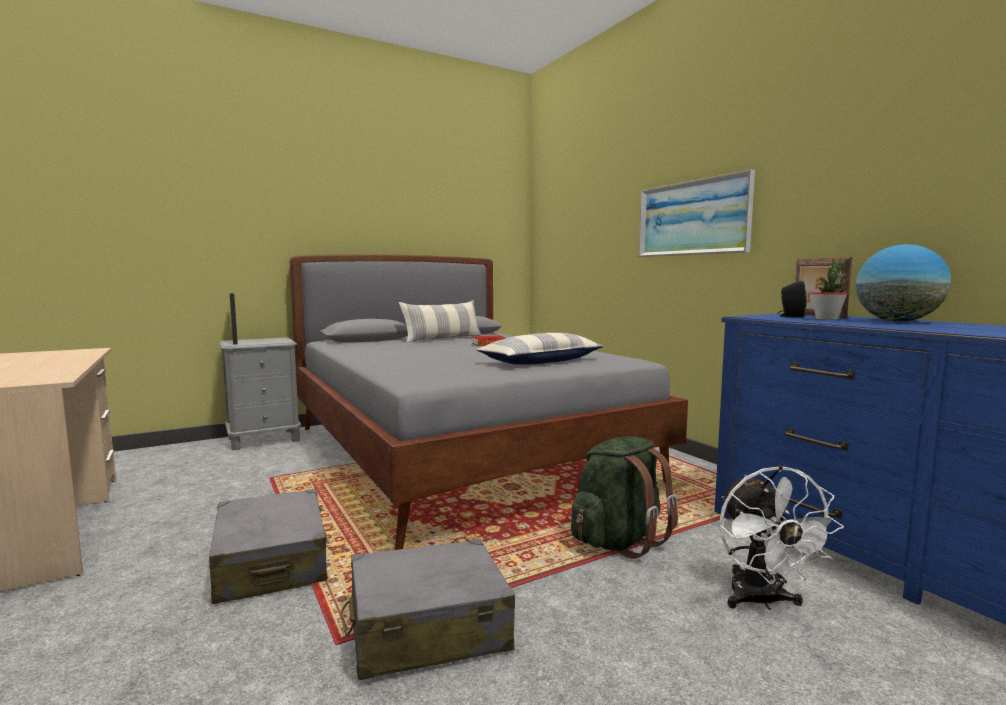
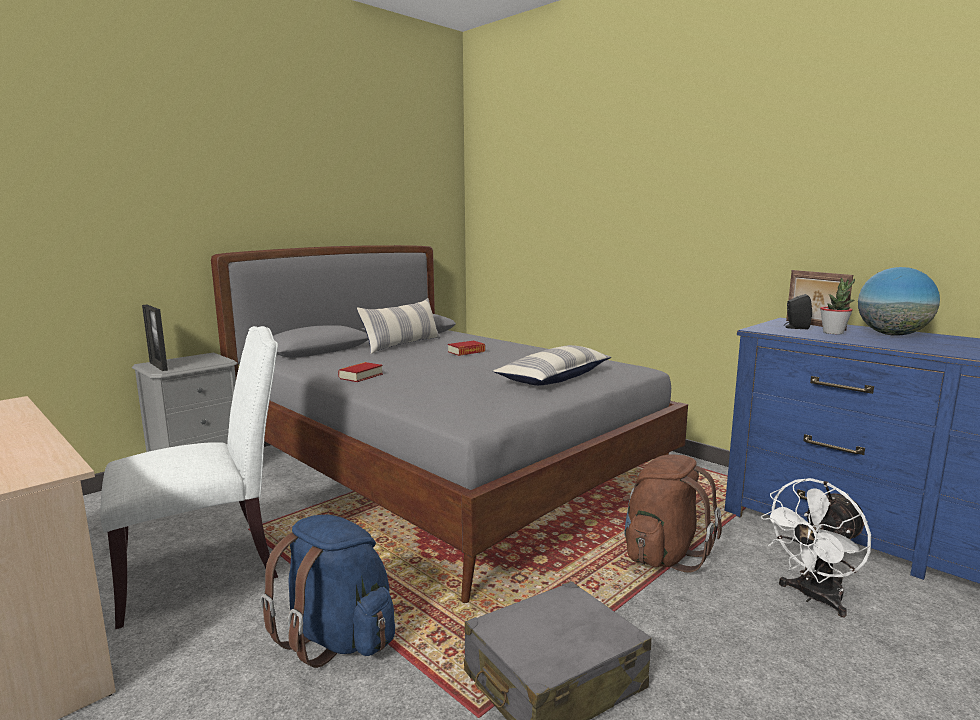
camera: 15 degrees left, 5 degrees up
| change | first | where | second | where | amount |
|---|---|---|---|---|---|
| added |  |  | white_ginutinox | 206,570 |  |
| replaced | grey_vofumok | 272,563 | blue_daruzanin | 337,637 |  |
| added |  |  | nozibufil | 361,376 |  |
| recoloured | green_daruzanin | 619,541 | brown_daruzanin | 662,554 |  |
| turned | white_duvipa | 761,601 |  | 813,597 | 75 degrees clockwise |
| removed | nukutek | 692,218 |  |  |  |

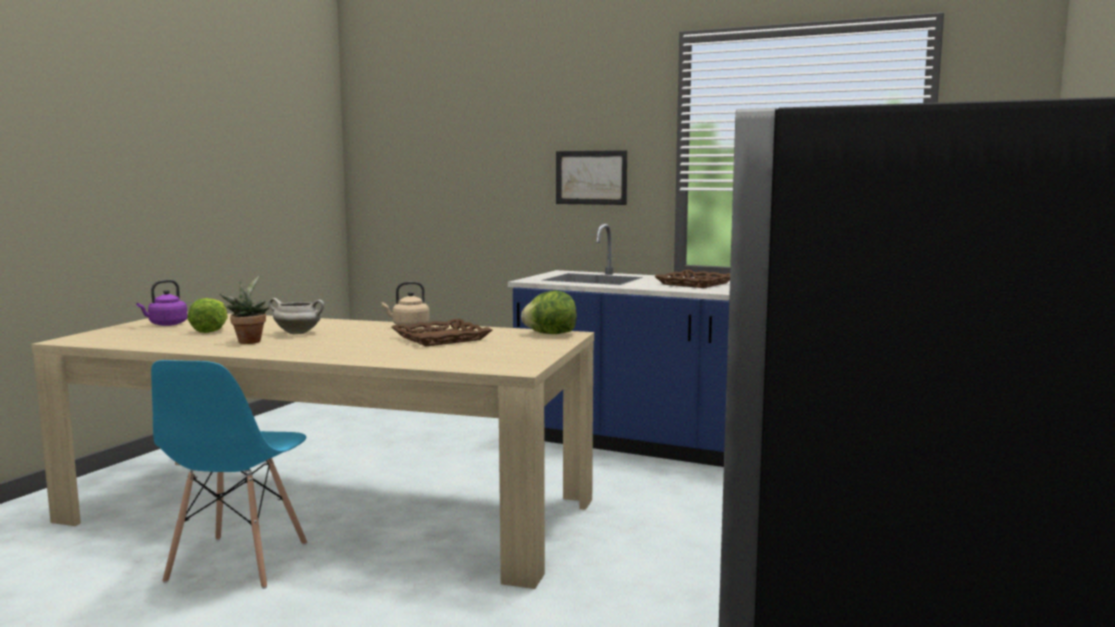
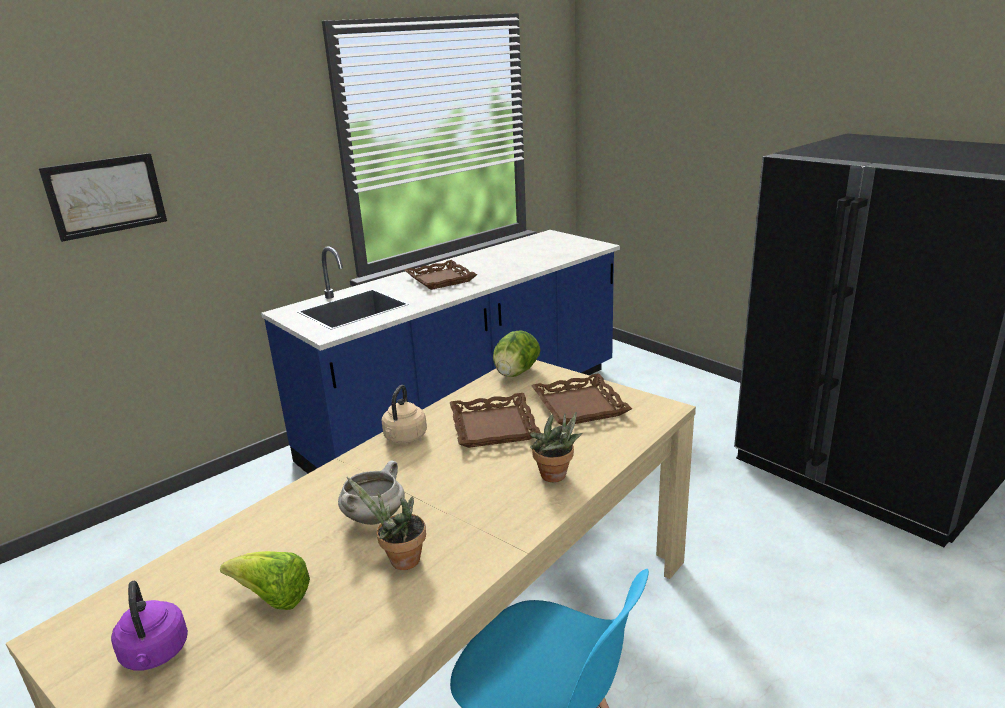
camera: 65 degrees left, 15 degrees up
| change | first | where | second | where | amount |
|---|---|---|---|---|---|
| moved | nukutek | 591,177 |  | 106,196 |  |
| added |  |  | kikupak | 556,477 |  |
| added |  |  | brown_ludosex | 580,406 |  |

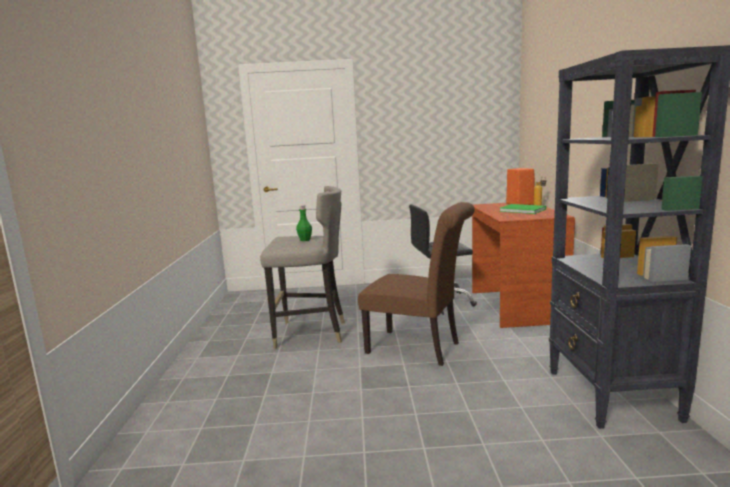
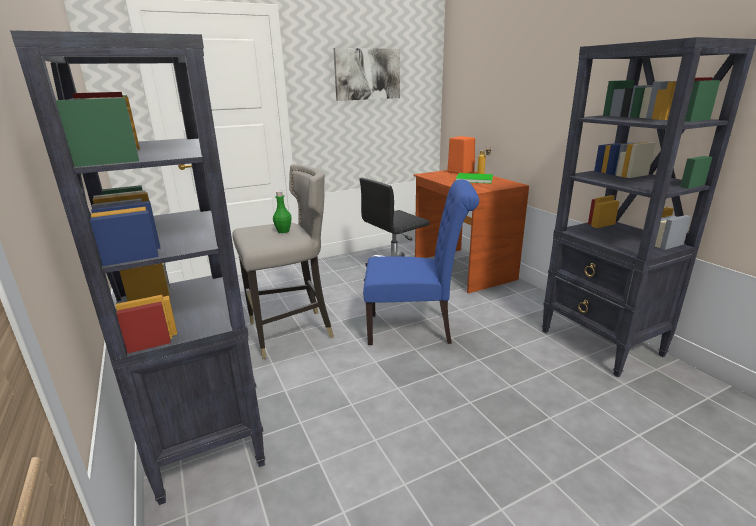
camera: 25 degrees left, 10 degrees up
| change | first | where | second | where | amount |
|---|---|---|---|---|---|
| added |  |  | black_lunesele | 206,439 |  |
| added |  |  | nukutek | 367,74 |  |
| recoloured | brown_ginutinox | 418,348 | blue_ginutinox | 415,329 |  |

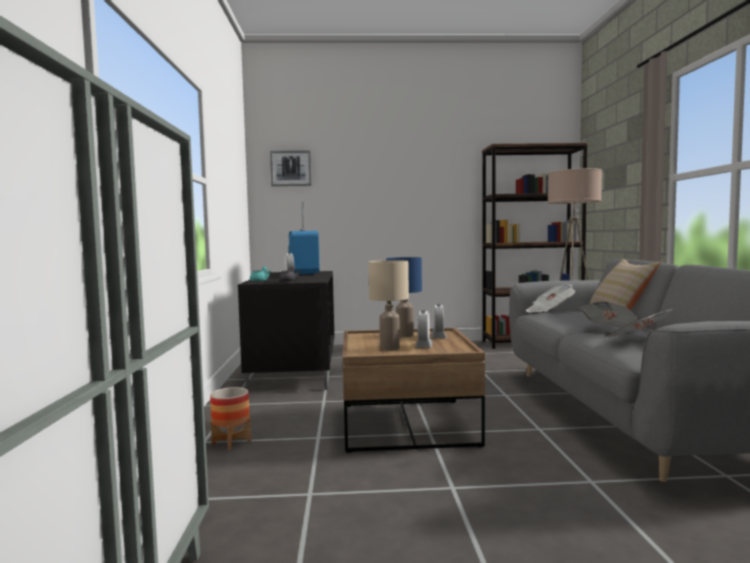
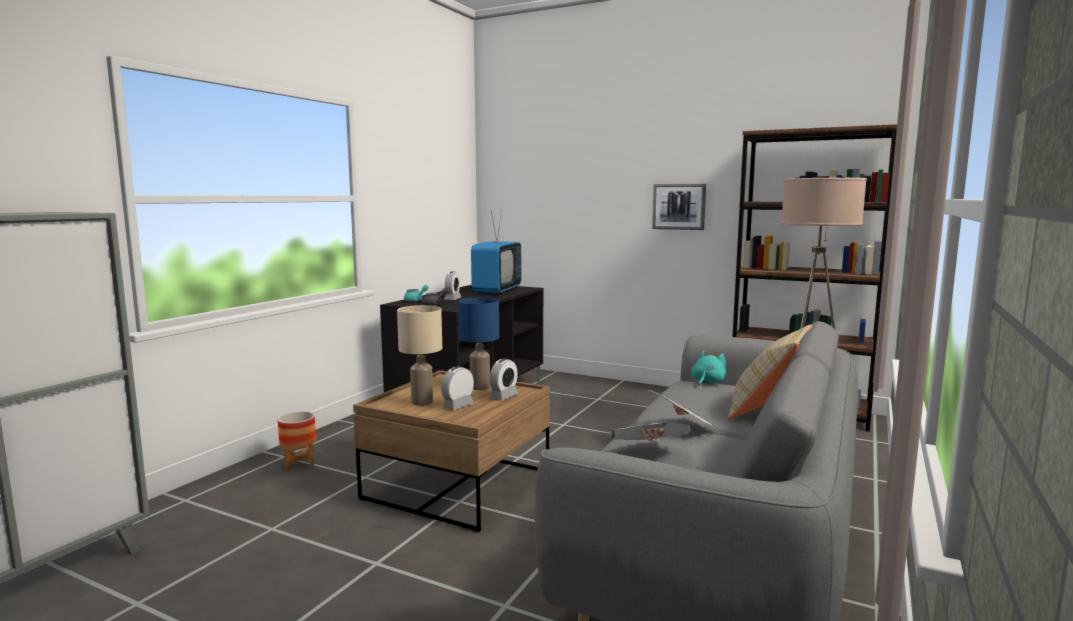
camera: 30 degrees right, 5 degrees up
| change | first | where | second | where | amount |
|---|---|---|---|---|---|
| moved | nukutek | 291,168 |  | 679,206 |  |
| replaced | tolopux | 549,311 | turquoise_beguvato | 707,382 |  |

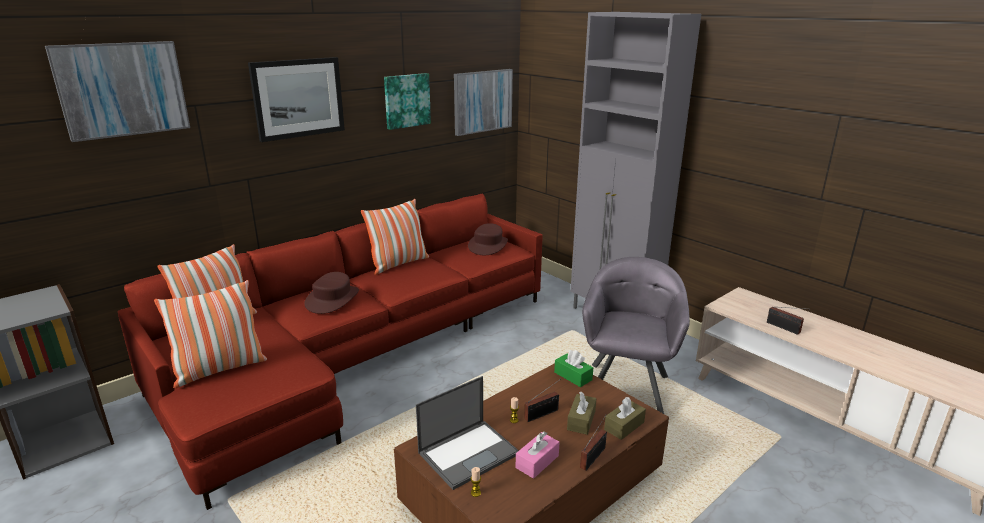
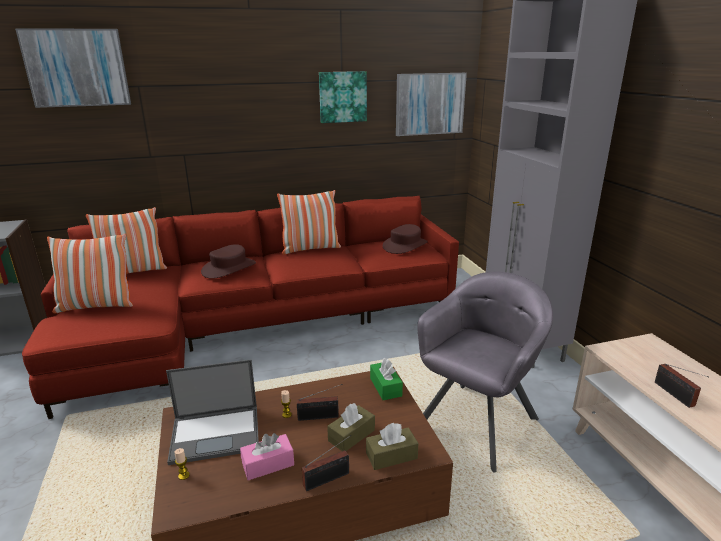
camera: 25 degrees right, 0 degrees up
| change | first | where | second | where | amount |
|---|---|---|---|---|---|
| removed | nukutek | 298,98 |  |  |  |

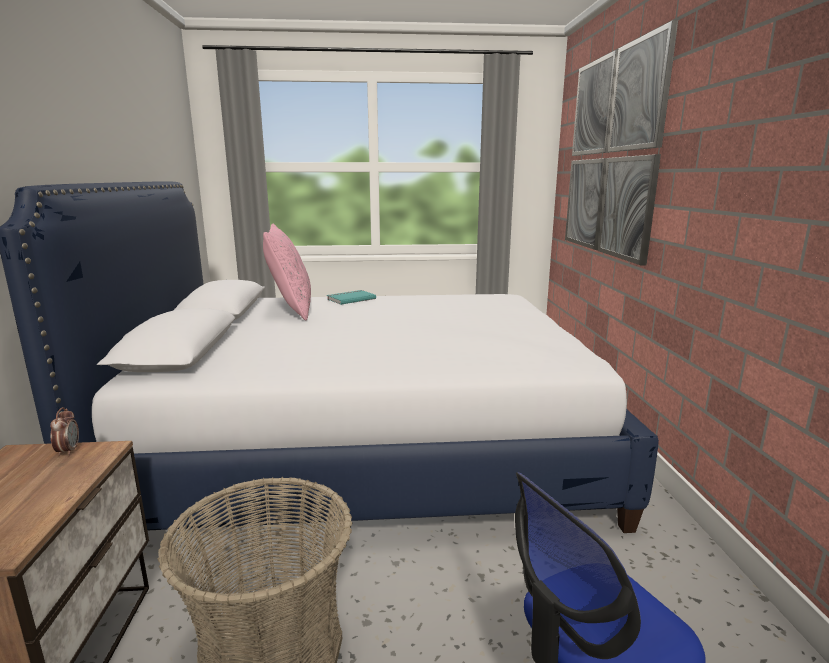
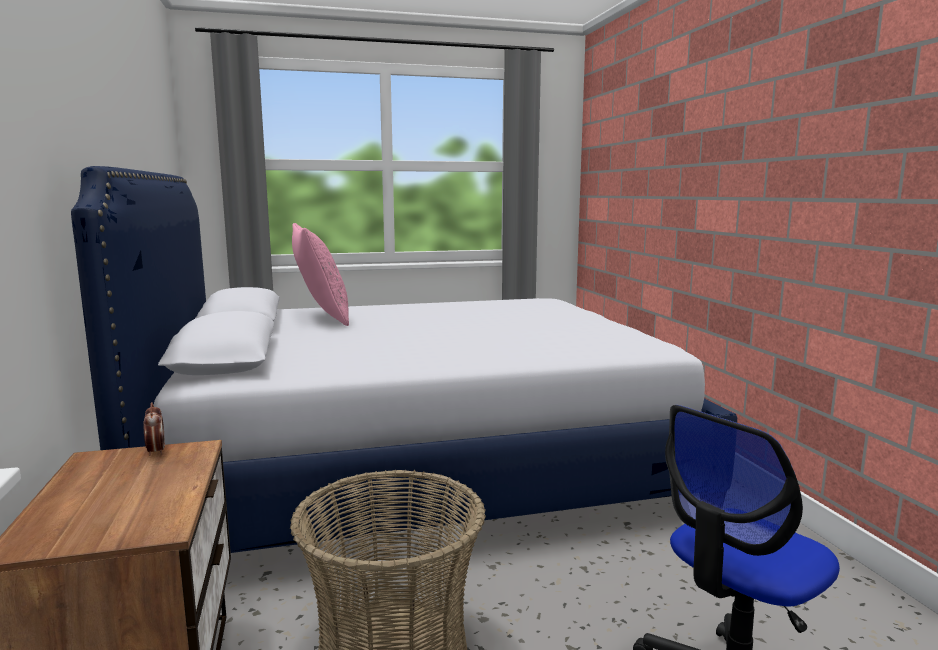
camera: 10 degrees left, 5 degrees down
| change | first | where | second | where | amount |
|---|---|---|---|---|---|
| removed | turquoise_nozibufil | 350,299 |  |  |  |
| removed | nukutek | 611,155 |  |  |  |

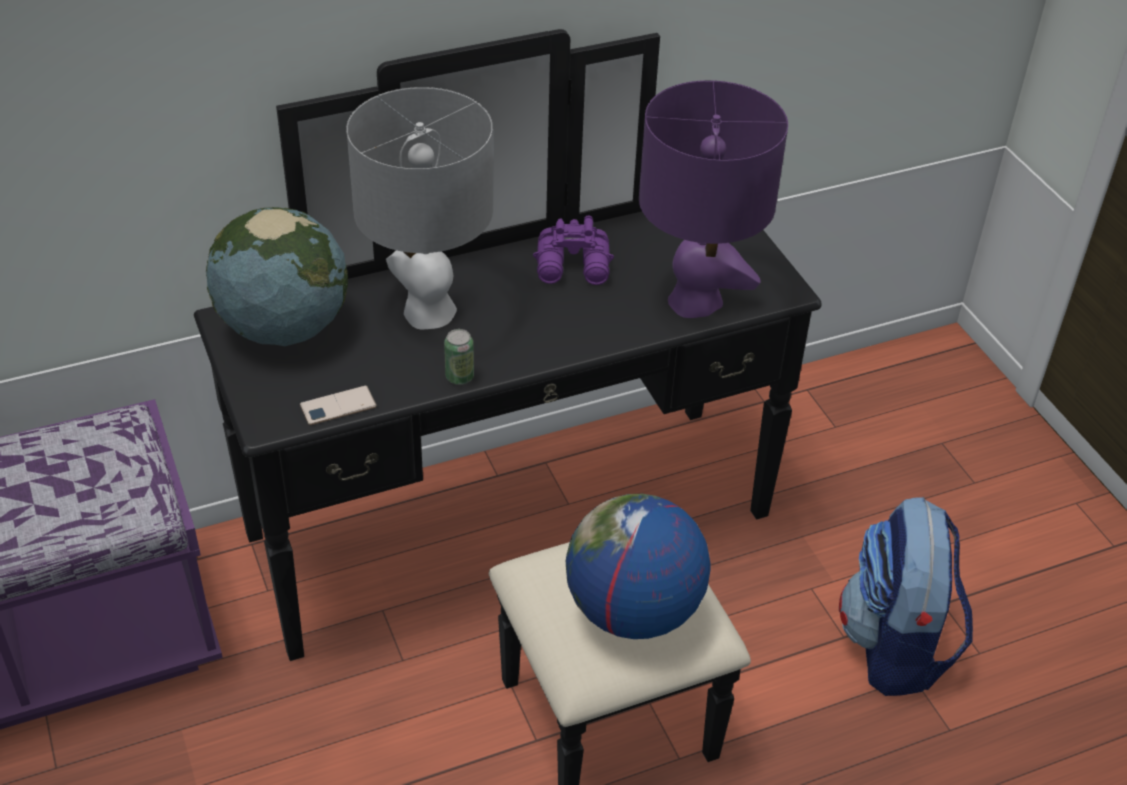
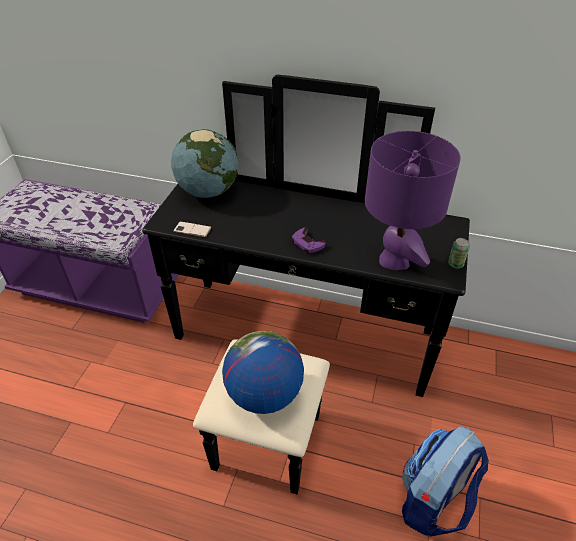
camera: 40 degrees right, 0 degrees up
| change | first | where | second | where | amount |
|---|---|---|---|---|---|
| added |  |  | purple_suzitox | 307,243 |  |
| moved | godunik | 459,377 |  | 455,264 |  |
| removed | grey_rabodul | 428,311 |  |  |  |
| removed | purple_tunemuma | 574,267 |  |  |  |

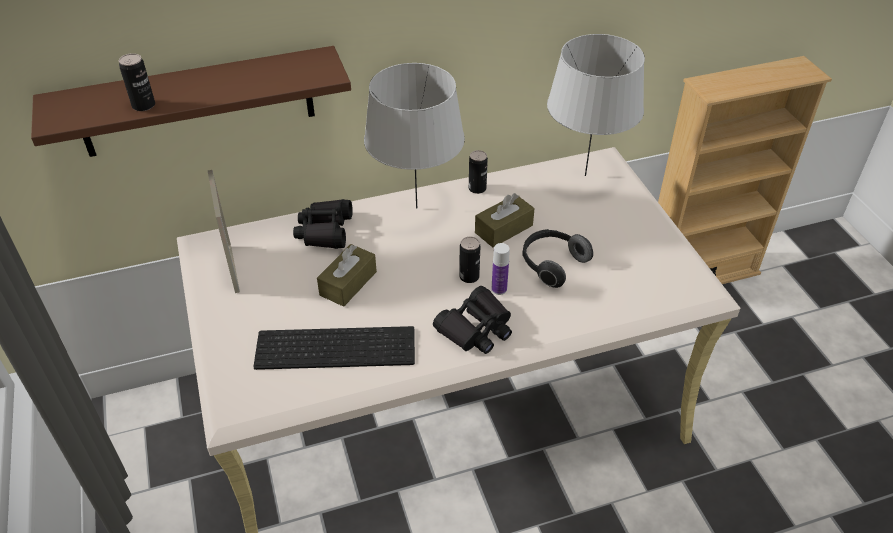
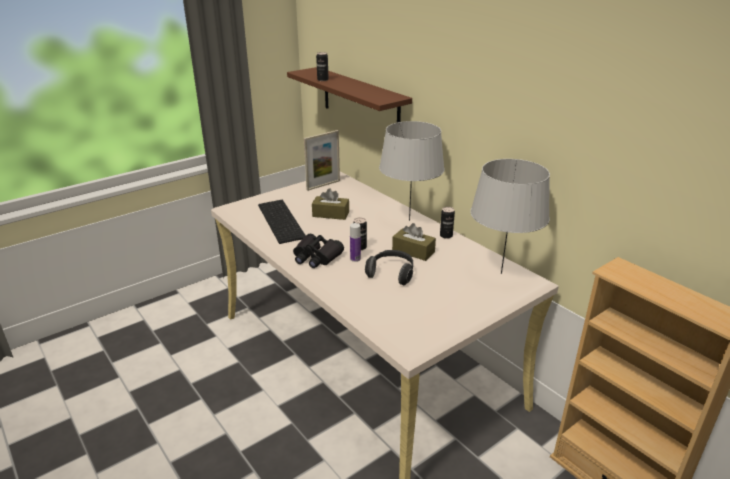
camera: 70 degrees right, 15 degrees down
| change | first | where | second | where | amount |
|---|---|---|---|---|---|
| removed | black_tunemuma | 325,231 |  |  |  |

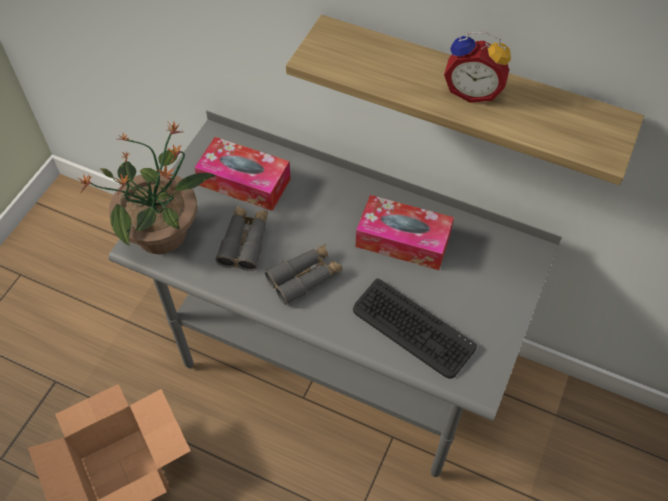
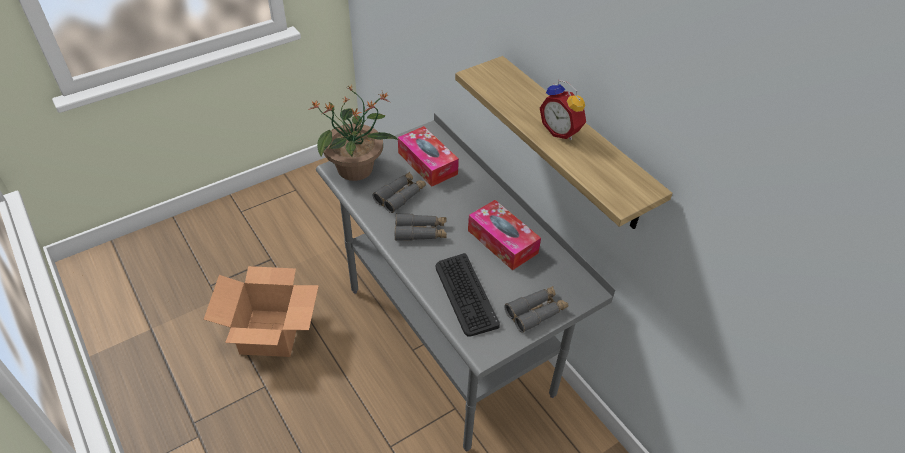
camera: 30 degrees right, 10 degrees down
| change | first | where | second | where | amount |
|---|---|---|---|---|---|
| added |  |  | grey_tunemuma | 536,312 |  |

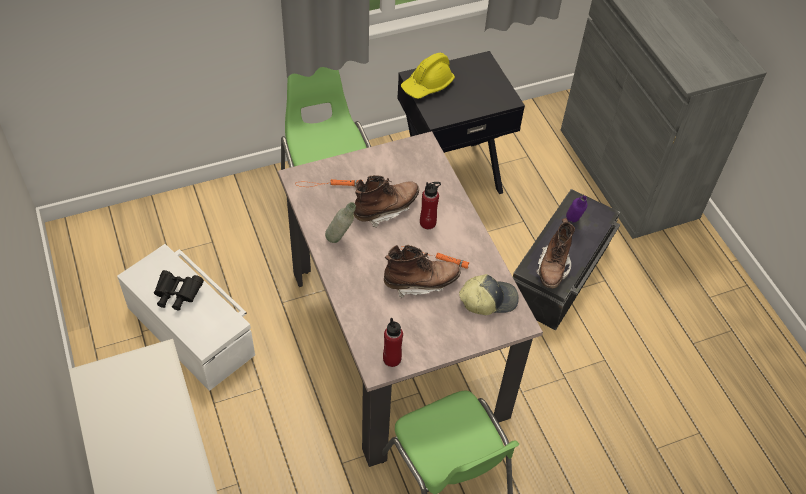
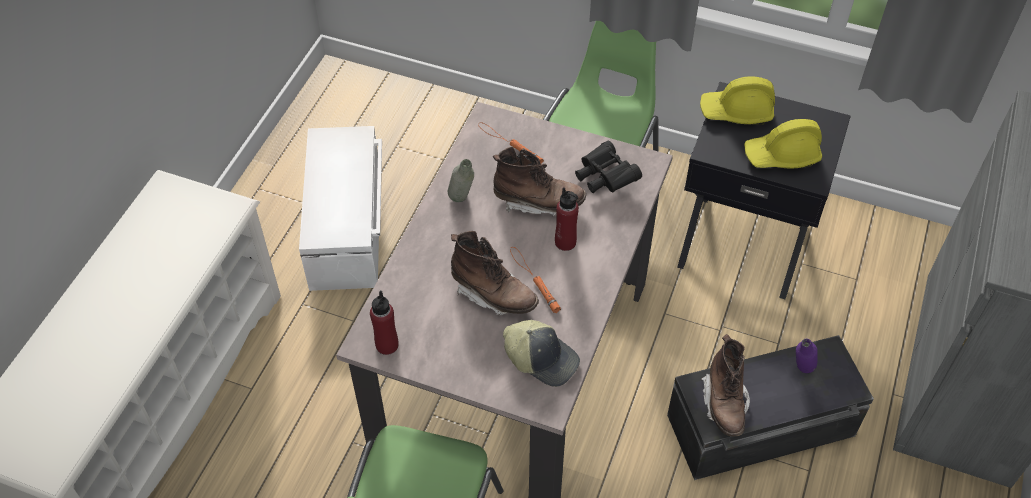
camera: 45 degrees right, 0 degrees up
| change | first | where | second | where | amount |
|---|---|---|---|---|---|
| moved | black_tunemuma | 177,295 |  | 604,178 |  |
| turned | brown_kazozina | 553,268 |  | 724,403 | 60 degrees counterclockwise |
| added |  |  | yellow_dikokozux | 782,155 |  |

